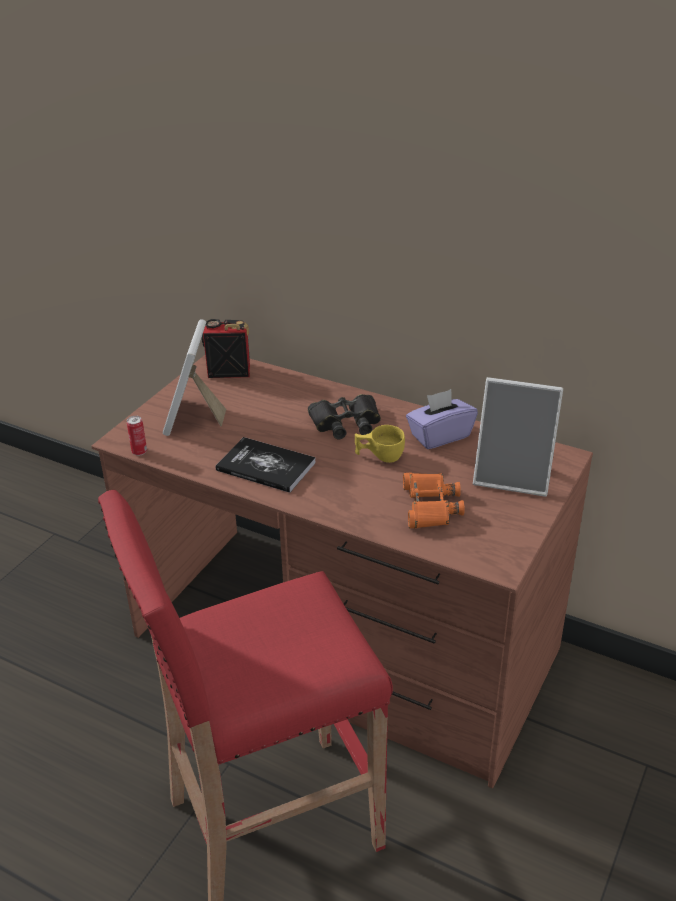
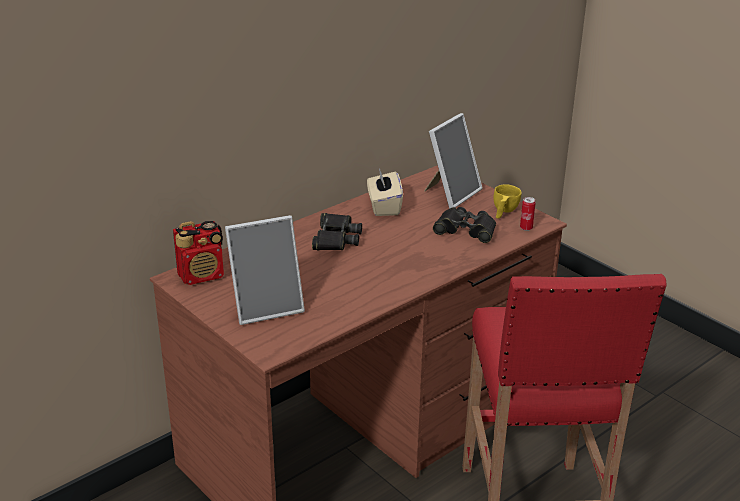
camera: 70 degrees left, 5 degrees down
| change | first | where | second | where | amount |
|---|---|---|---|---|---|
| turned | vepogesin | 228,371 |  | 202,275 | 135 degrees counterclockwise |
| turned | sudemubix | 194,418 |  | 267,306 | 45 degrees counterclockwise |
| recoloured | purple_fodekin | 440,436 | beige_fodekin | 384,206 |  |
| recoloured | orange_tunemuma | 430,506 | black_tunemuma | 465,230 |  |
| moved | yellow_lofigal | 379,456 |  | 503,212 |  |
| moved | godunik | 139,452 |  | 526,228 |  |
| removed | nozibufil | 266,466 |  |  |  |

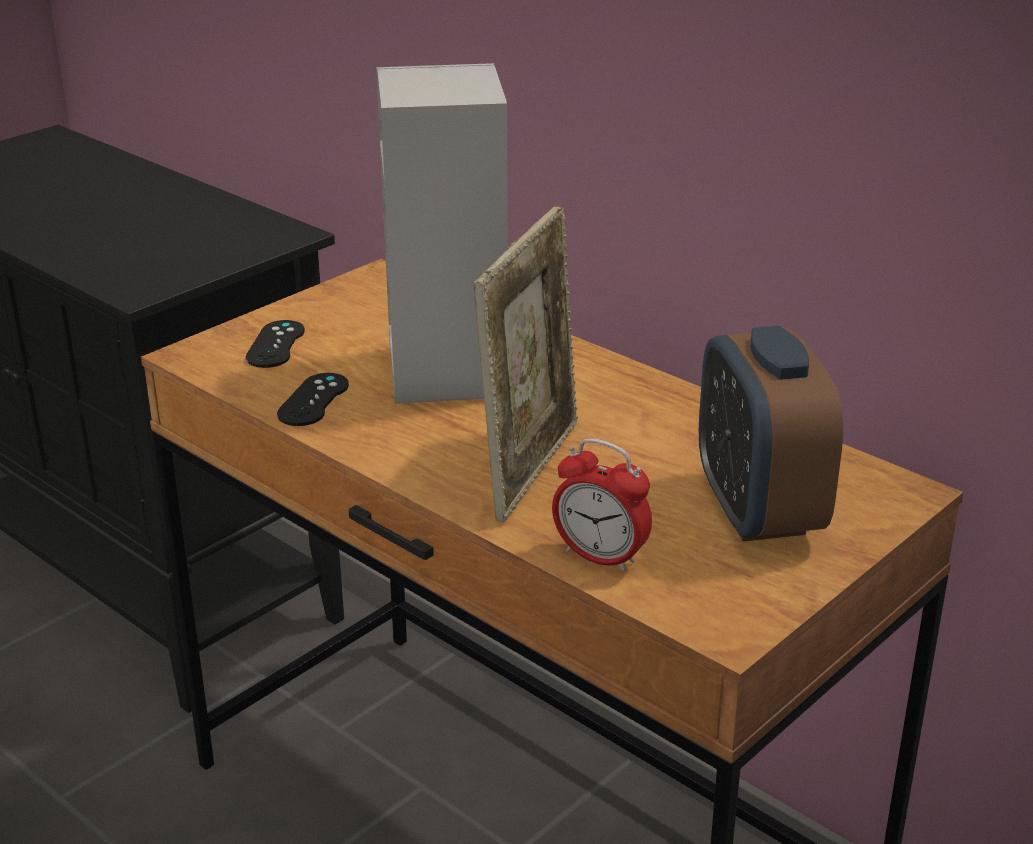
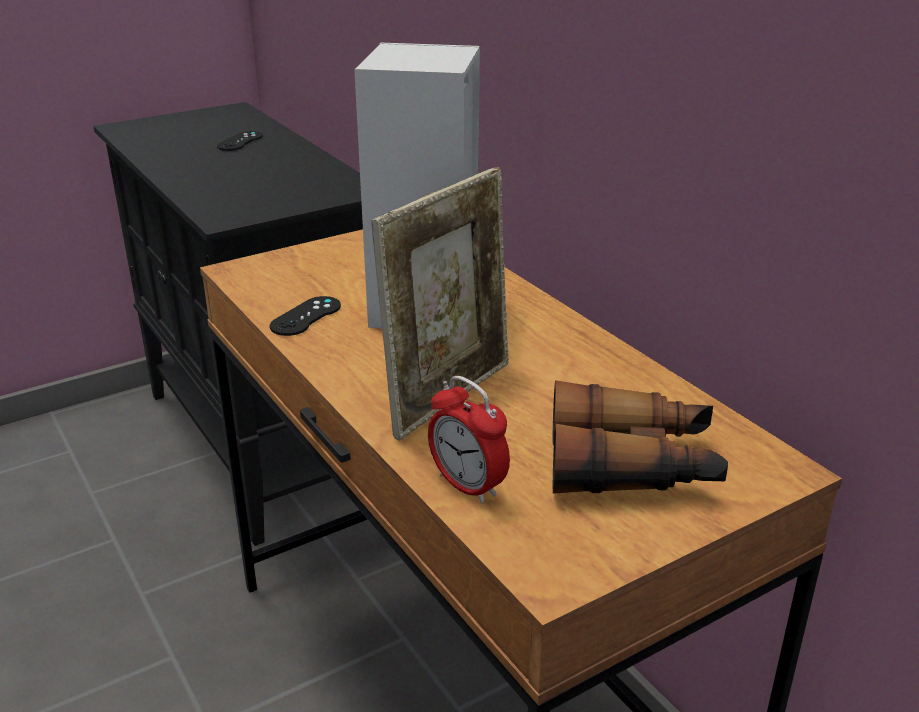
camera: 15 degrees right, 0 degrees up
| change | first | where | second | where | amount |
|---|---|---|---|---|---|
| moved | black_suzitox | 275,344 |  | 240,141 |  |
| replaced | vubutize | 758,510 | tunemuma | 632,465 |  |

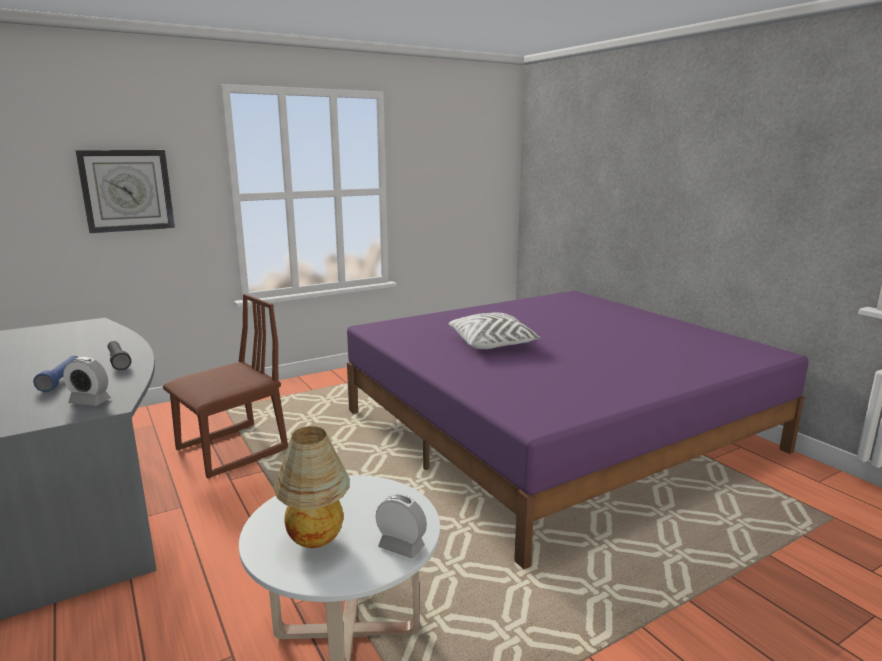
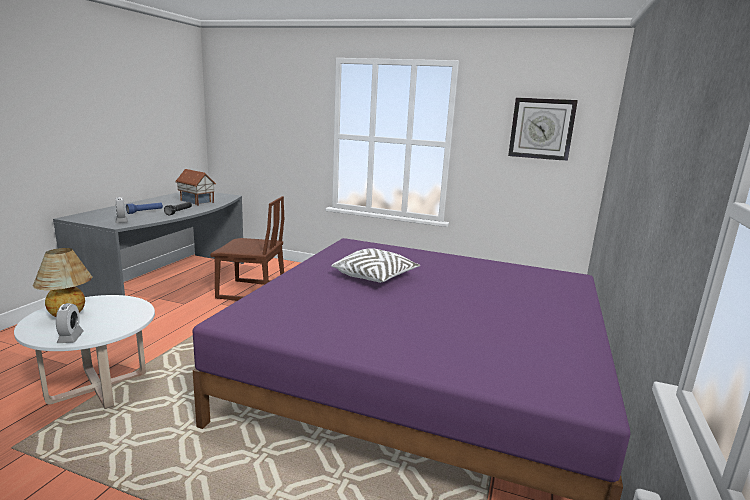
camera: 50 degrees right, 0 degrees up
| change | first | where | second | where | amount |
|---|---|---|---|---|---|
| added |  |  | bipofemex | 196,202 |  |
| moved | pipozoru | 127,190 |  | 541,129 |  |

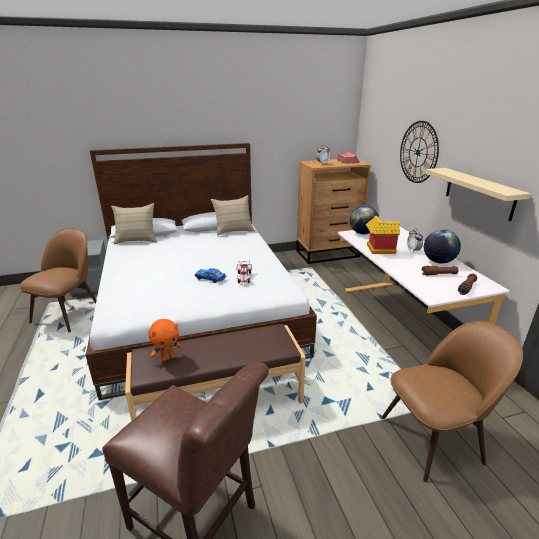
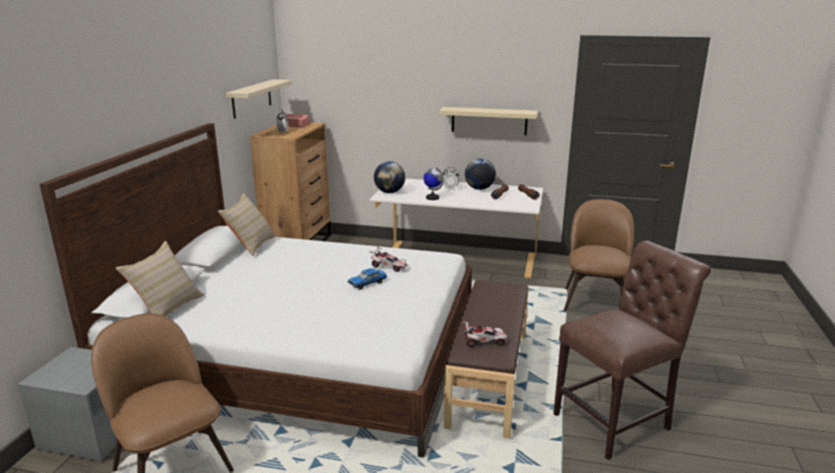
camera: 60 degrees left, 5 degrees down
| change | first | where | second | where | amount |
|---|---|---|---|---|---|
| added |  |  | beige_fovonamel | 252,98 |  |
| replaced | bipofemex | 378,250 | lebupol | 432,198 |  |
| replaced | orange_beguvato | 167,358 | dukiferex | 484,342 |  |
| removed | pipozoru | 418,152 |  |  |  |

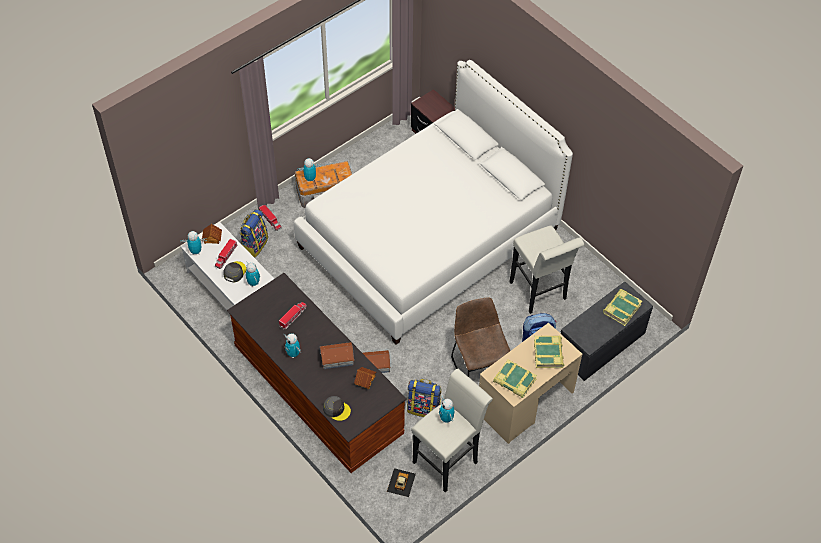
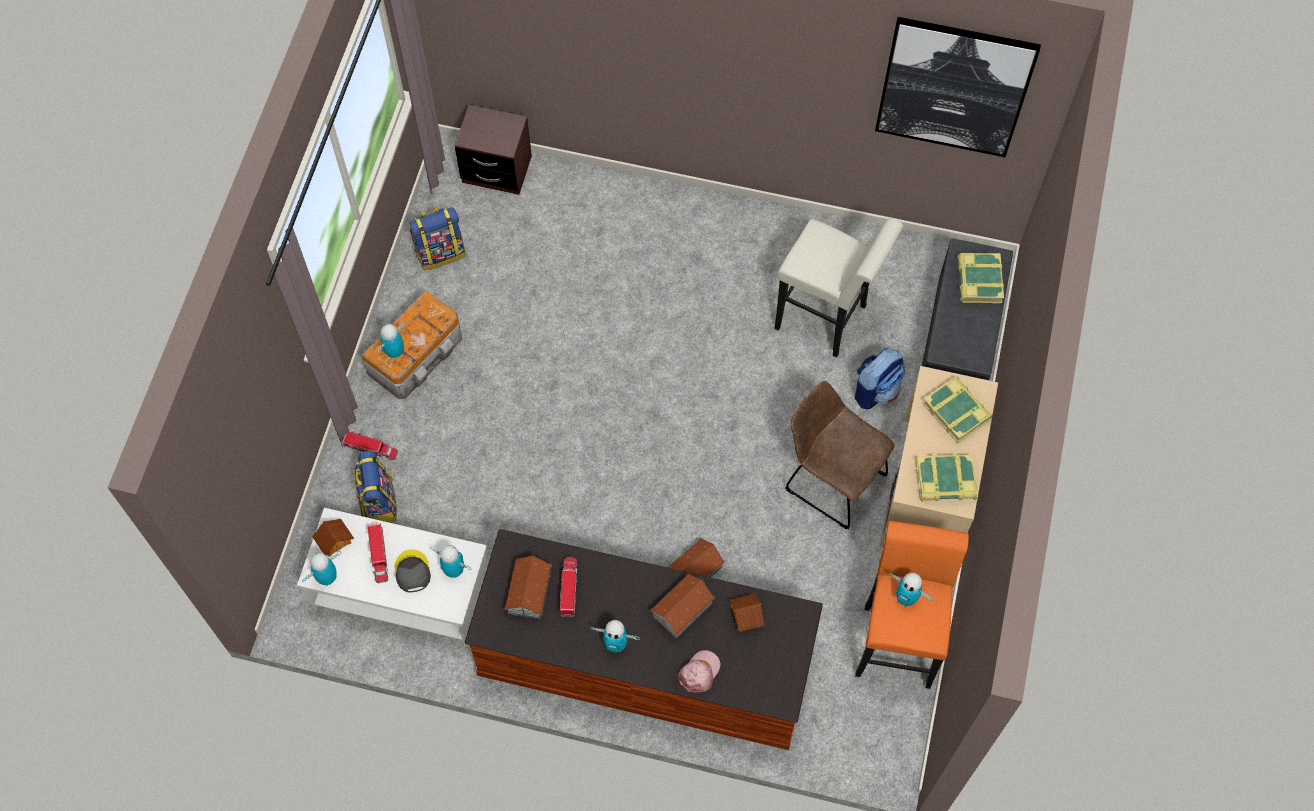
camera: 35 degrees left, 10 degrees up
| change | first | where | second | where | amount |
|---|---|---|---|---|---|
| moved | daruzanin | 424,408 |  | 440,252 |  |
| added |  |  | bipofemex | 529,591 |  |
| added |  |  | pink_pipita | 699,672 |  |
| recoloured | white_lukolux | 448,459 | orange_lukolux | 897,639 |  |
| added |  |  | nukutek | 954,87 |  |
| removed | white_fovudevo | 429,238 |  |  |  |
| removed | grey_pipita | 336,409 |  |  |  |
| removed | dukiferex | 401,482 |  |  |  |

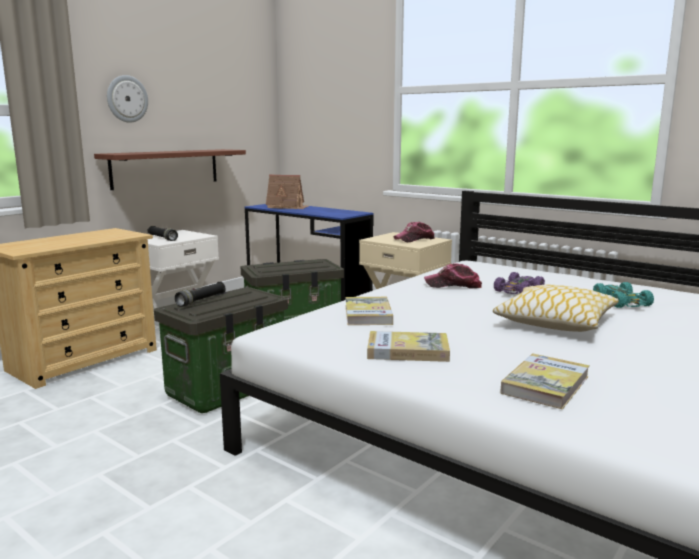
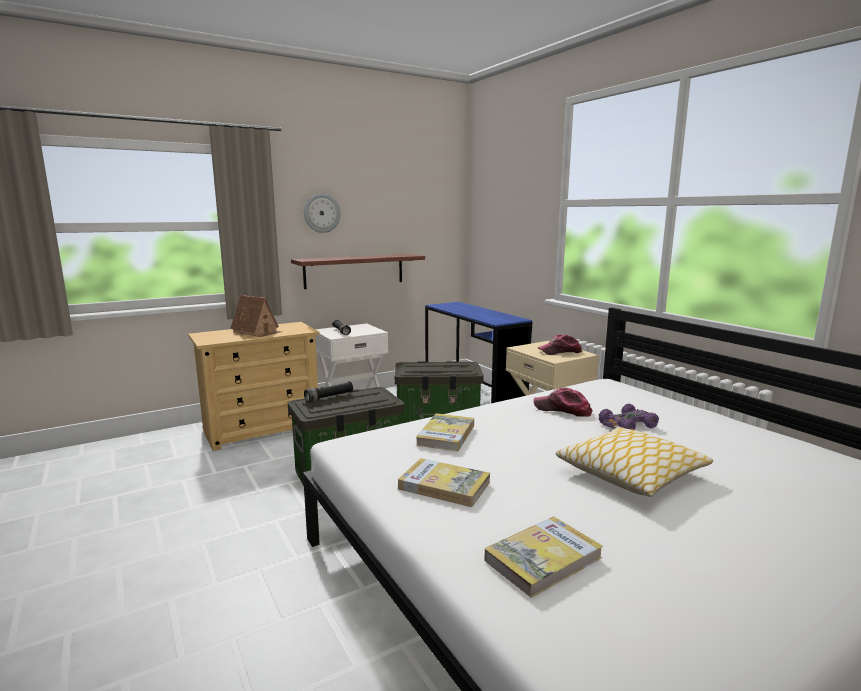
camera: 20 degrees right, 0 degrees up
| change | first | where | second | where | amount |
|---|---|---|---|---|---|
| moved | bipofemex | 287,207 |  | 257,332 |  |
| removed | turquoise_dukiferex | 622,302 |  |  |  |

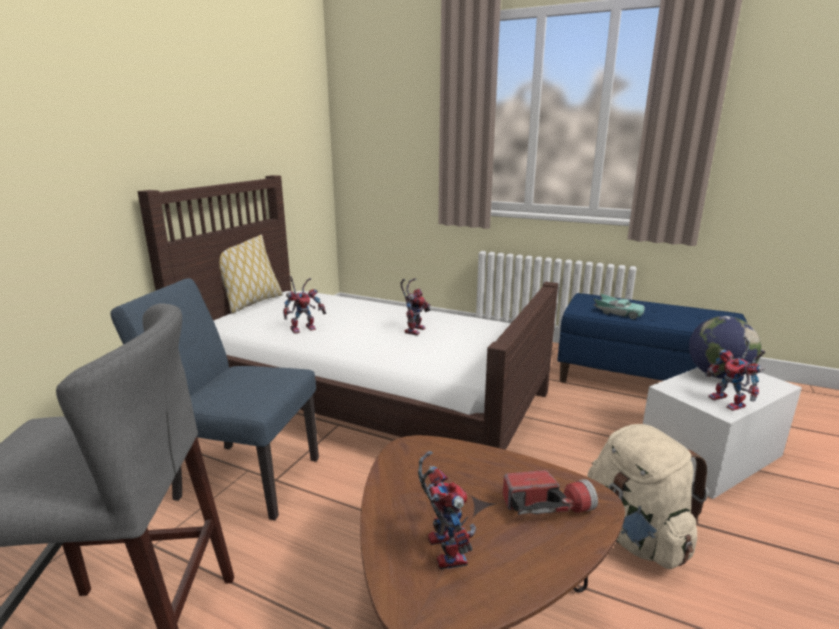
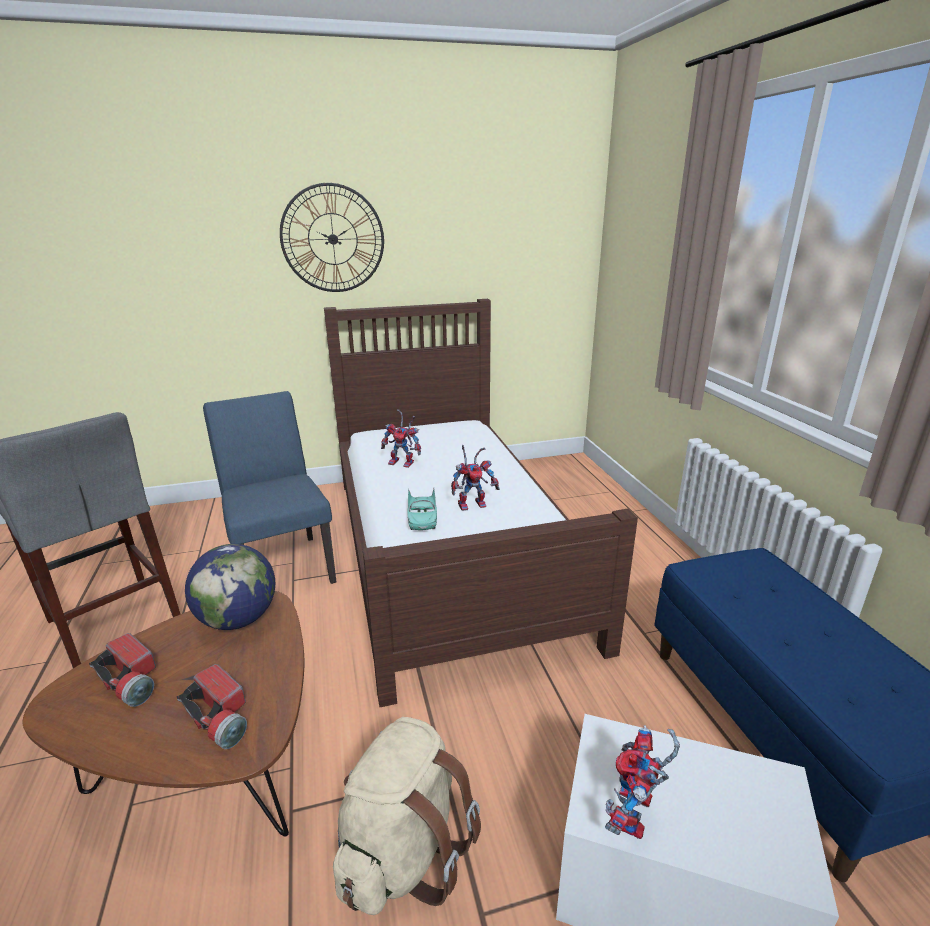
camera: 50 degrees right, 5 degrees up
| change | first | where | second | where | amount |
|---|---|---|---|---|---|
| replaced | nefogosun | 441,548 | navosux | 131,680 |  |
| moved | lebupol | 717,375 |  | 238,619 |  |
| added |  |  | pipozoru | 333,239 |  |
| moved | turquoise_dukiferex | 618,313 |  | 422,517 |  |
| removed | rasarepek | 251,303 |  |  |  |

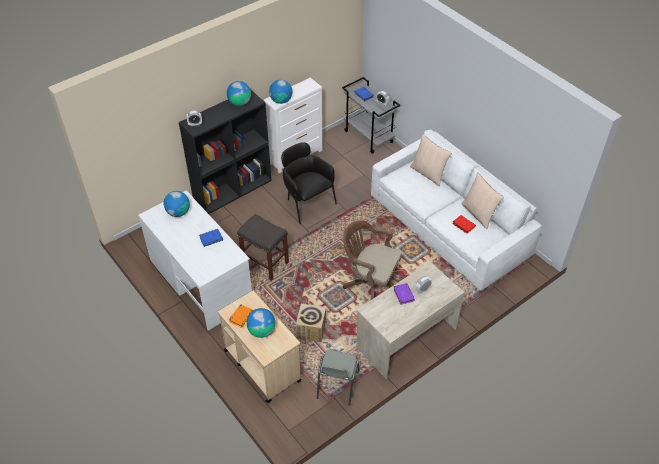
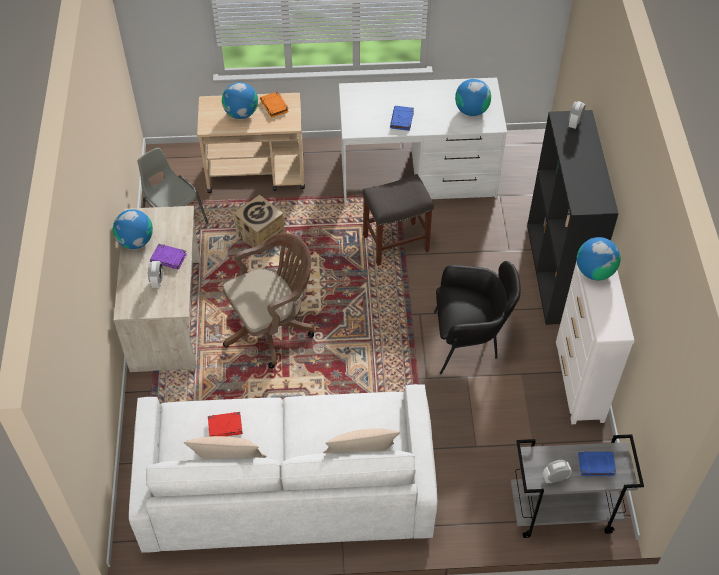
camera: 125 degrees right, 5 degrees up
| change | first | where | second | where | amount |
|---|---|---|---|---|---|
| moved | lebupol | 239,103 |  | 135,241 |  |

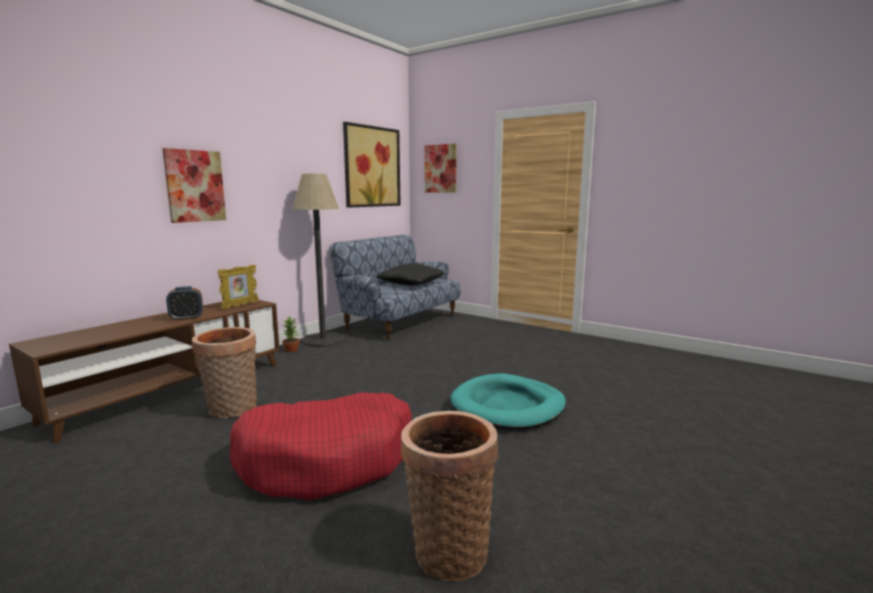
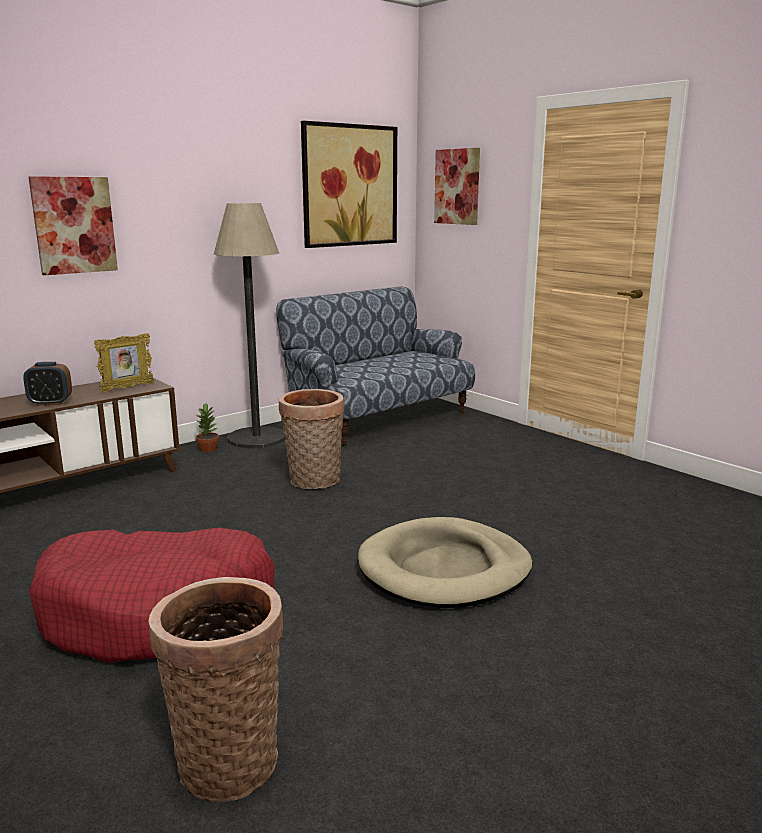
camera: 15 degrees right, 5 degrees up
| change | first | where | second | where | amount |
|---|---|---|---|---|---|
| moved | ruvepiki | 231,410 |  | 313,482 |  |
| recoloured | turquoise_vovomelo | 508,406 | beige_vovomelo | 444,569 |  |
| removed | black_rasarepek | 411,284 |  |  |  |

